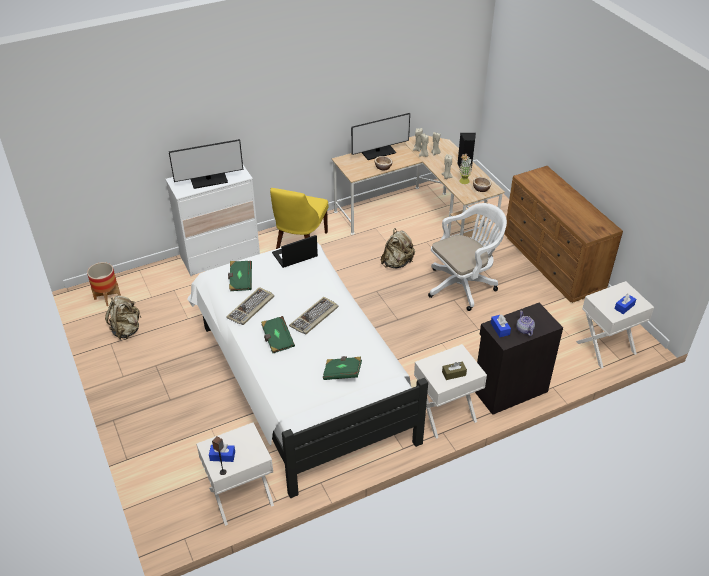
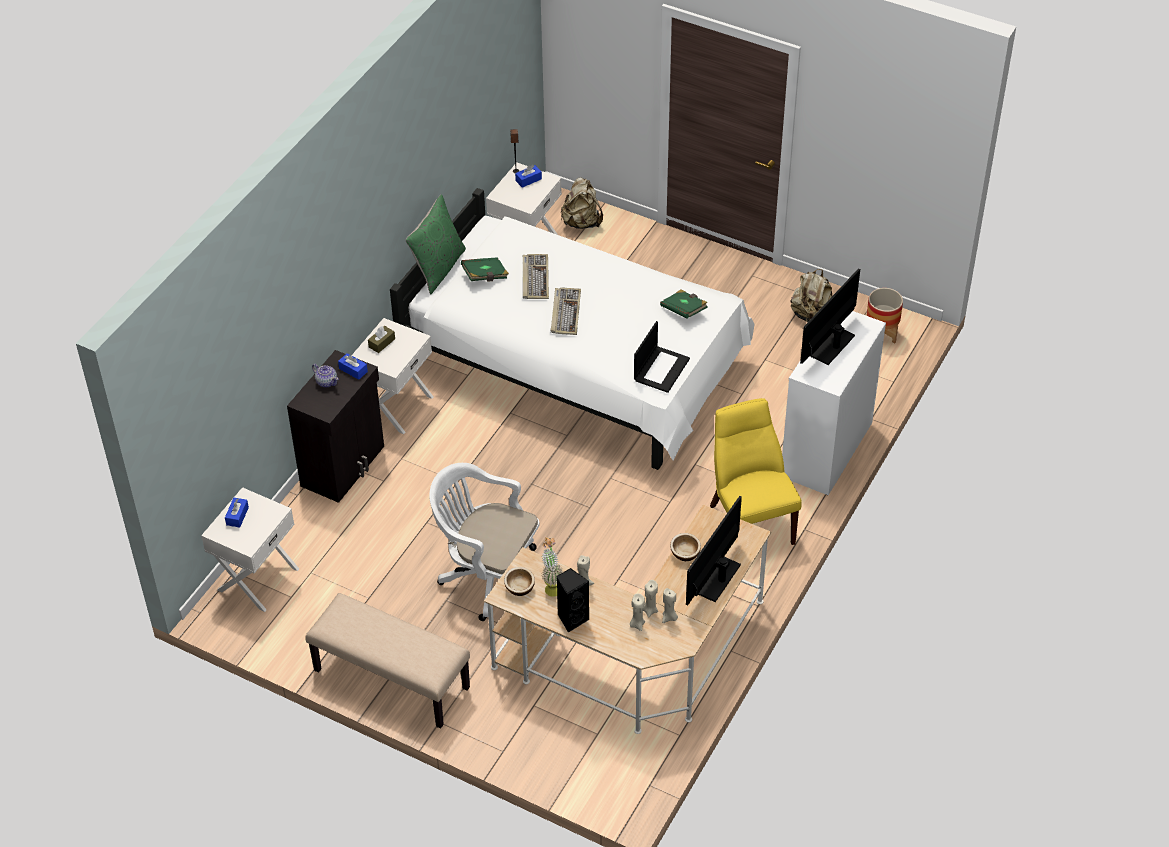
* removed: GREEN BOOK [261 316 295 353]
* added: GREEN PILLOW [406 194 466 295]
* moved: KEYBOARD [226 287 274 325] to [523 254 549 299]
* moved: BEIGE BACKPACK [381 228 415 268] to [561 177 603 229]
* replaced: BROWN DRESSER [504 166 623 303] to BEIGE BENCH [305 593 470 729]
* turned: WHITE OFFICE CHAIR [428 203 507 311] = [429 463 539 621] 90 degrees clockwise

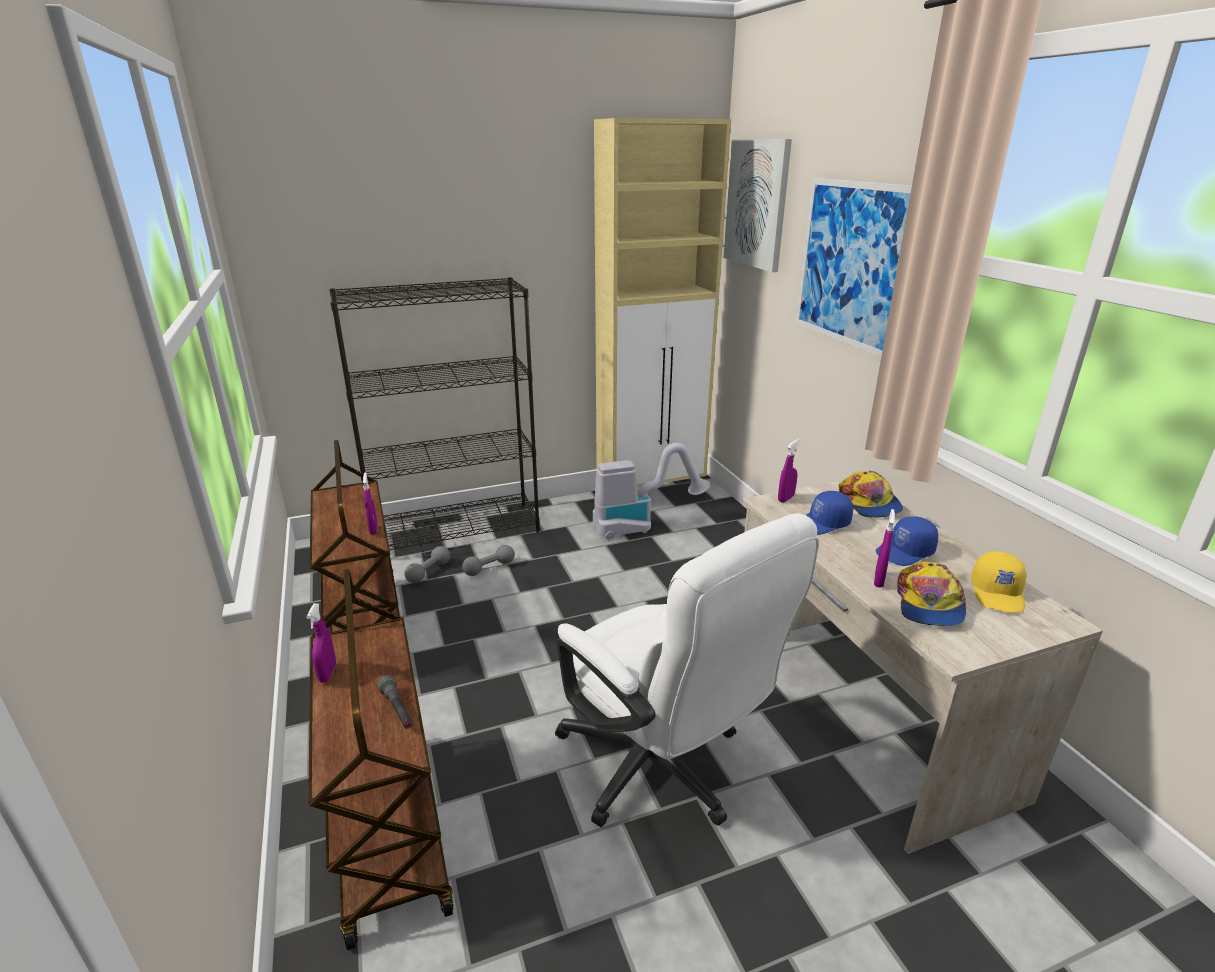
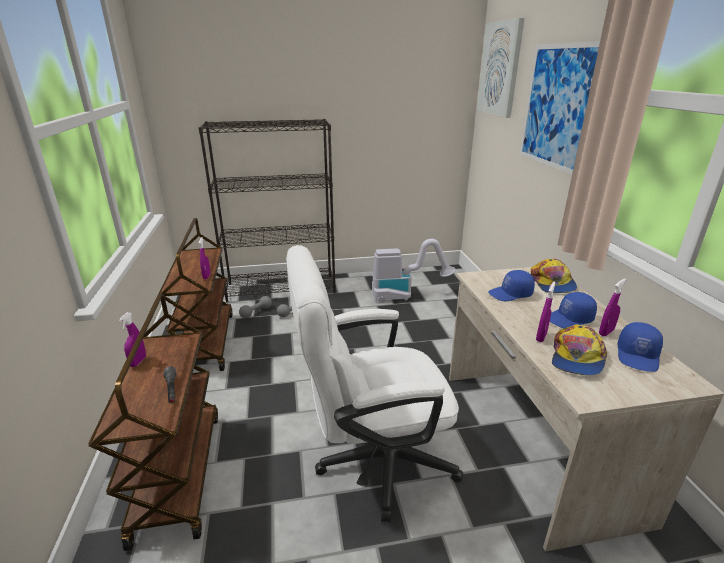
* removed: BEIGE CABINET [594 118 731 496]
* moved: PURPLE SPRAY BOTTLE [778 439 799 503] to [599 278 627 336]
* recoloured: YELLOW CAP [971 551 1026 613] to BLUE CAP [617 322 663 372]
* turned: WHITE OFFICE CHAIR [555 513 819 827] = [286 245 464 522] 105 degrees clockwise

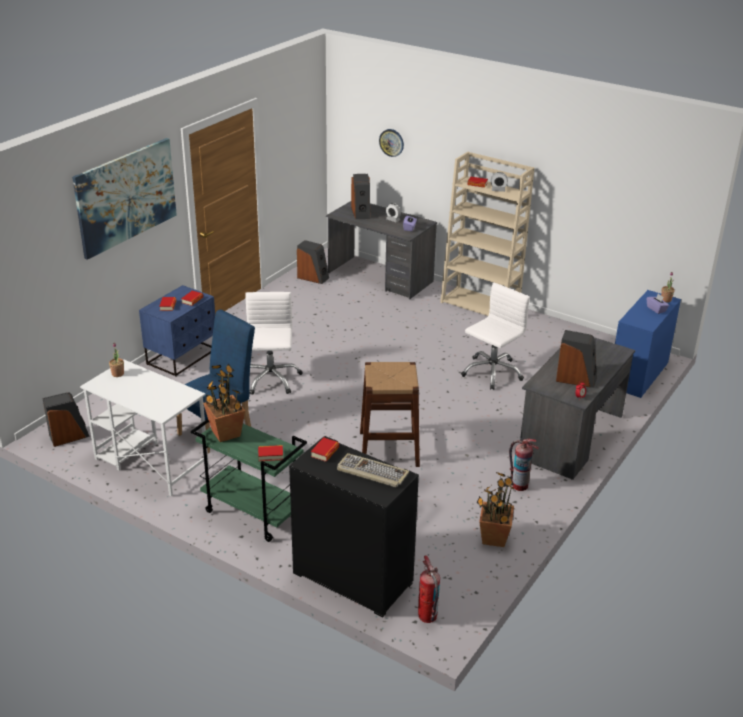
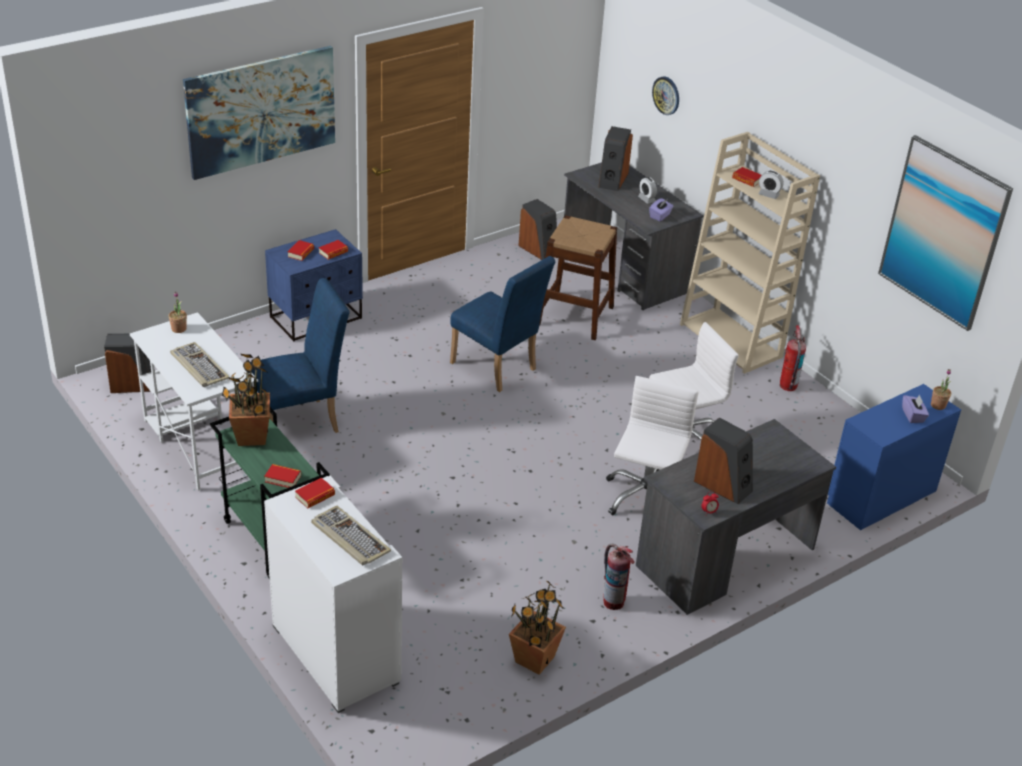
* added: KEYBOARD [170 342 230 387]
* added: BLUE CHAIR [450 256 555 392]
* added: PICTURE [878 135 1013 331]
* moved: WHITE OFFICE CHAIR [245 292 303 395] to [606 376 699 516]
* moved: BROWN STOOL [360 362 420 467] to [539 215 617 340]
* moved: FIRE EXTINGUISHER [418 555 440 623] to [780 325 806 391]
* recoloured: BLACK CABINET [289 436 419 618] to WHITE CABINET [264 476 402 713]

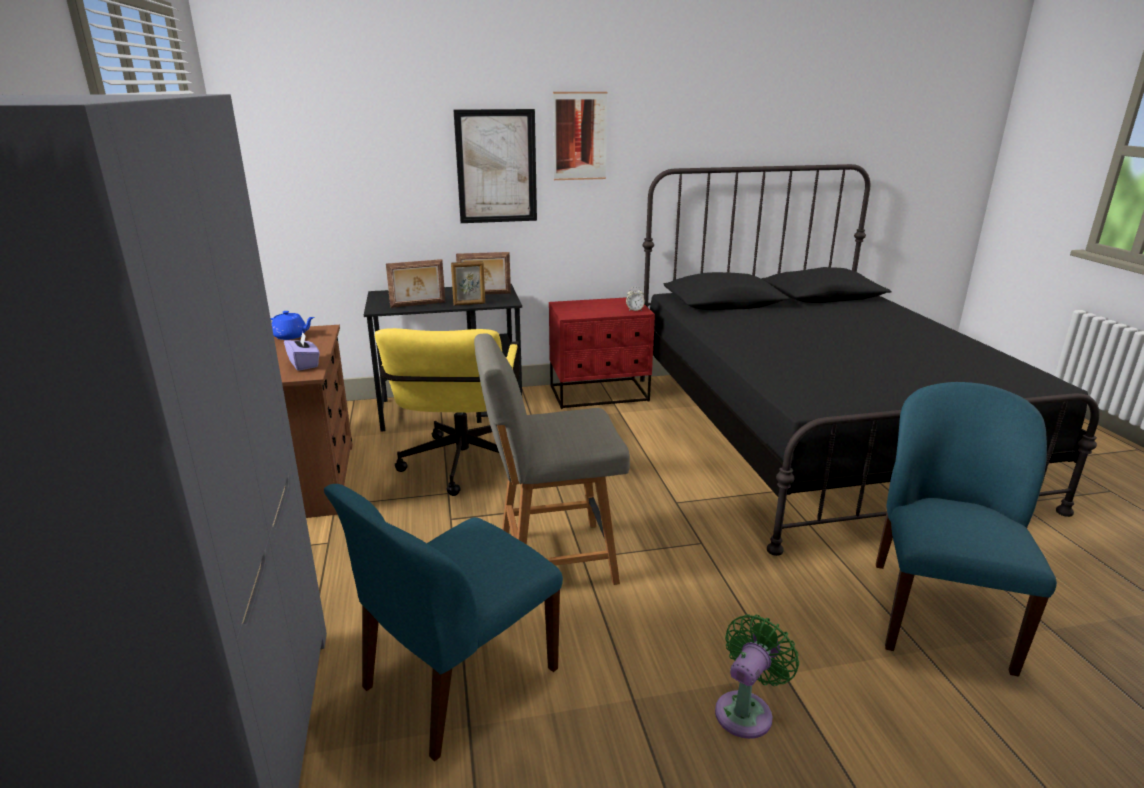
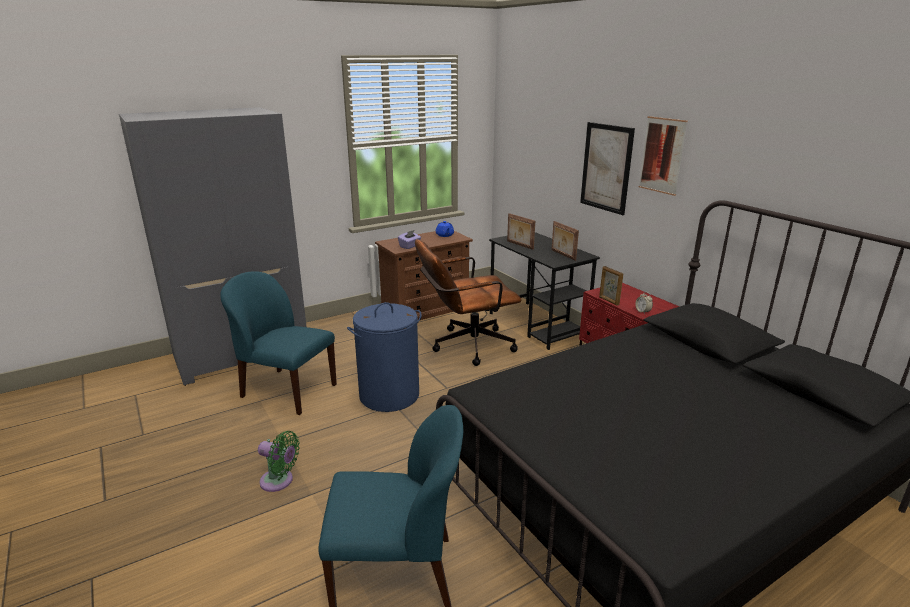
* moved: PICTURE FRAME [451 261 485 305] to [599 266 623 305]
* replaced: GREY CHAIR [474 333 630 585] to BLUE LAUNDRY BASKET [347 302 422 412]
* recoloured: YELLOW OFFICE CHAIR [375 328 520 496] to BROWN OFFICE CHAIR [415 239 521 366]

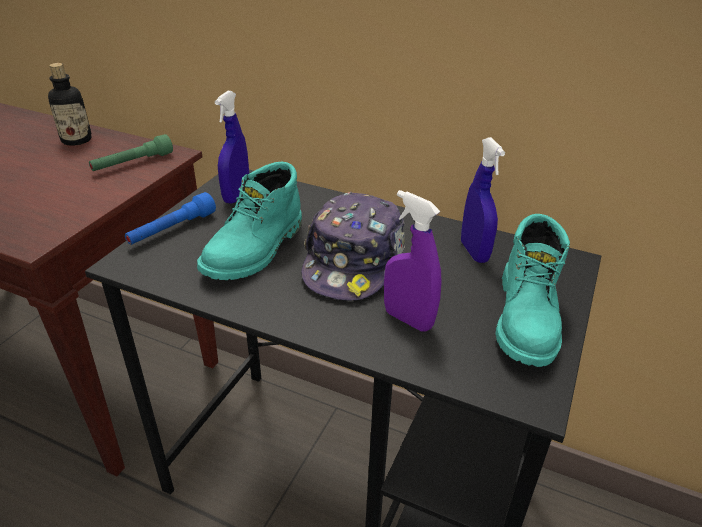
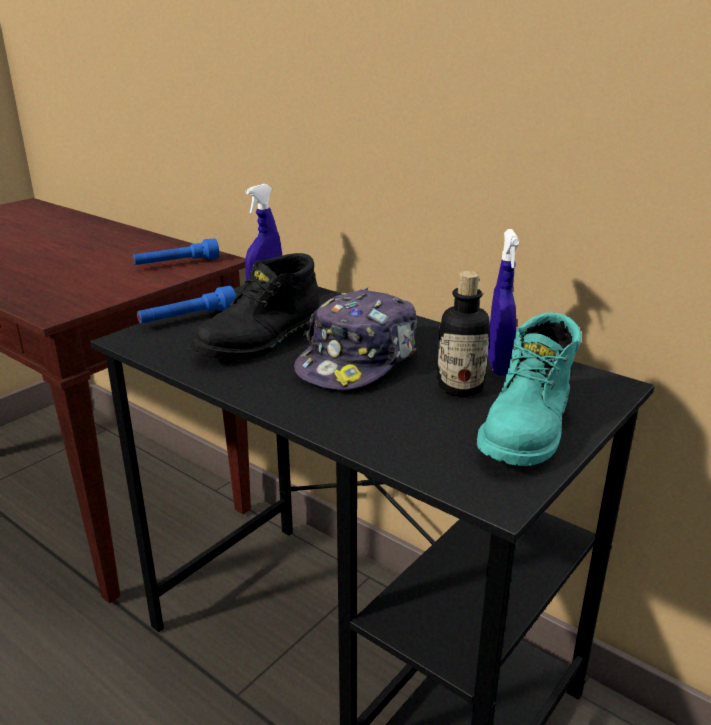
* removed: PURPLE SPRAY BOTTLE [384 190 442 332]
* moved: BOTTLE [48 63 92 146] to [437 271 490 397]
* recoloured: GREEN FLASHLIGHT [89 134 173 171] to BLUE FLASHLIGHT [133 238 219 265]
* recoloured: TURQUOISE BOOT [197 162 302 280] to BLACK BOOT [191 253 320 360]

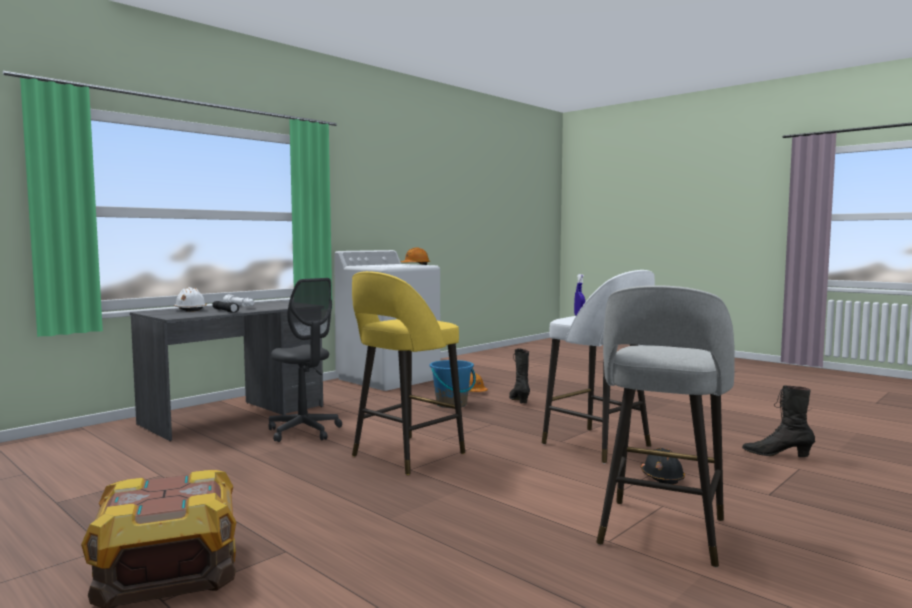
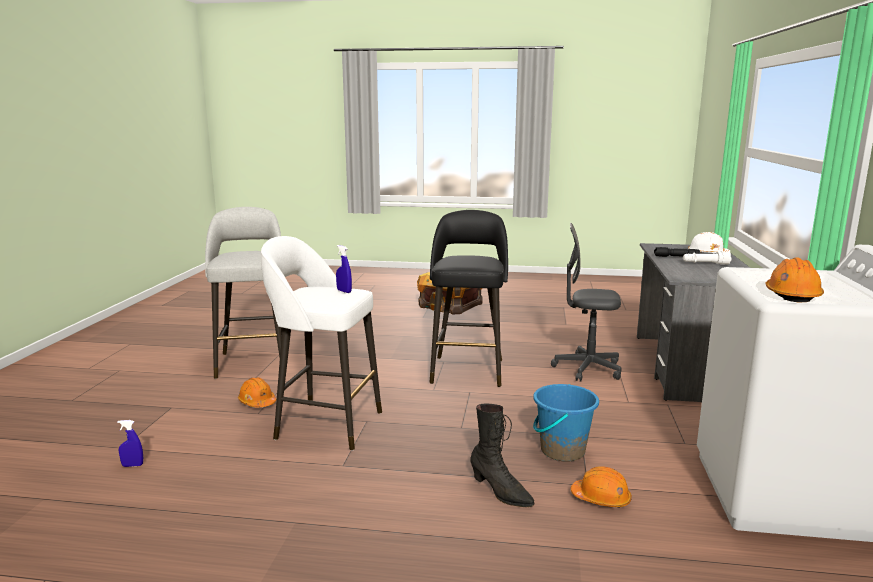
* replaced: BLACK BOOT [742 386 815 457] to BLUE SPRAY BOTTLE [117 420 143 467]
* recoloured: YELLOW STOOL [352 271 465 475] to BLACK STOOL [430 210 508 387]
* recoloured: BLACK HARD HAT [640 448 685 484] to ORANGE HARD HAT [238 377 276 408]

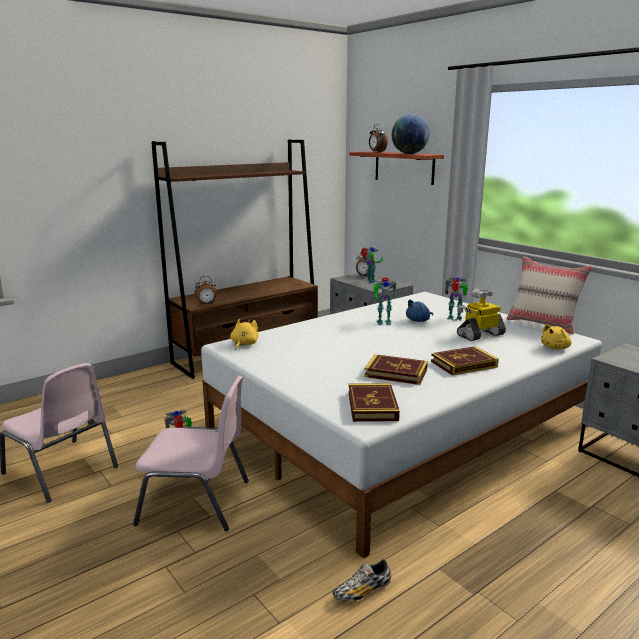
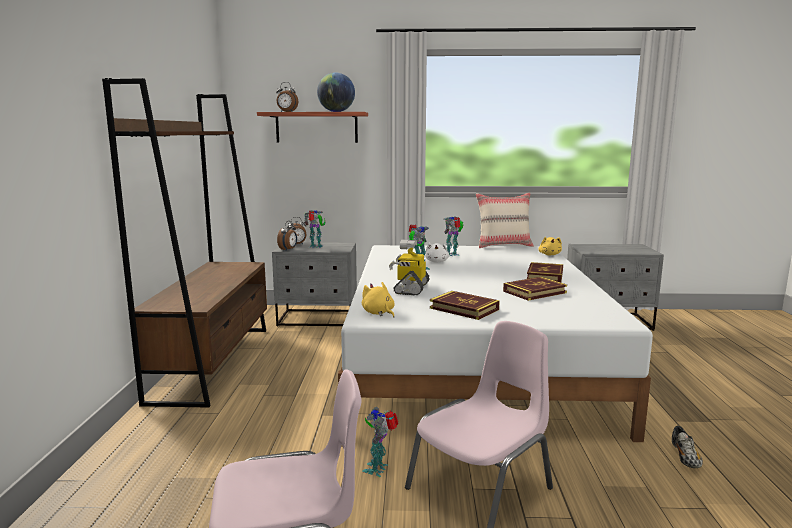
* moved: ALARM CLOCK [194 276 217 305] to [277 221 297 251]
* moved: BOOK [348 383 400 422] to [430 291 500 320]
* moved: TOY ROBOT [457 288 506 341] to [389 239 430 295]
* recoloured: BLUE PLUSH TOY [406 299 433 322] to WHITE PLUSH TOY [425 243 449 263]

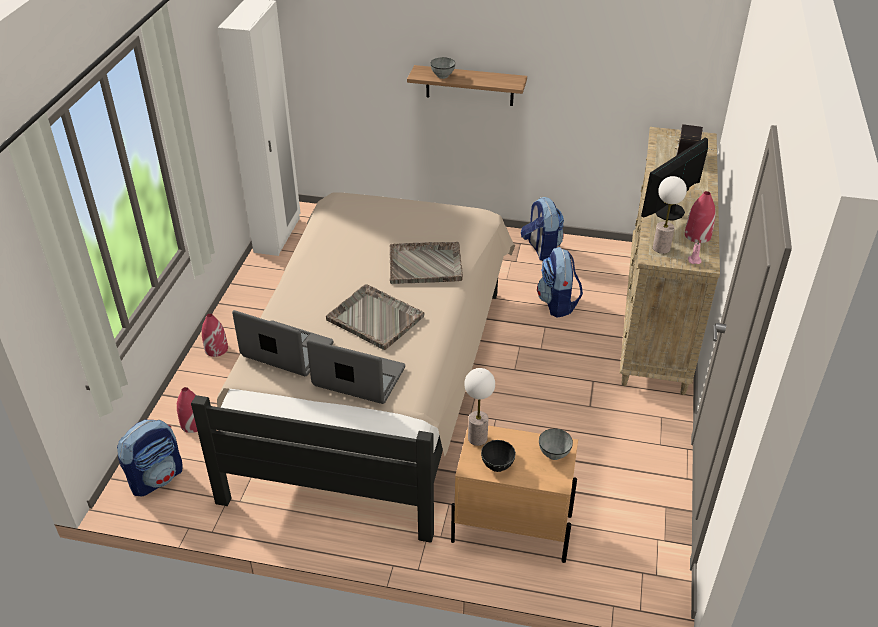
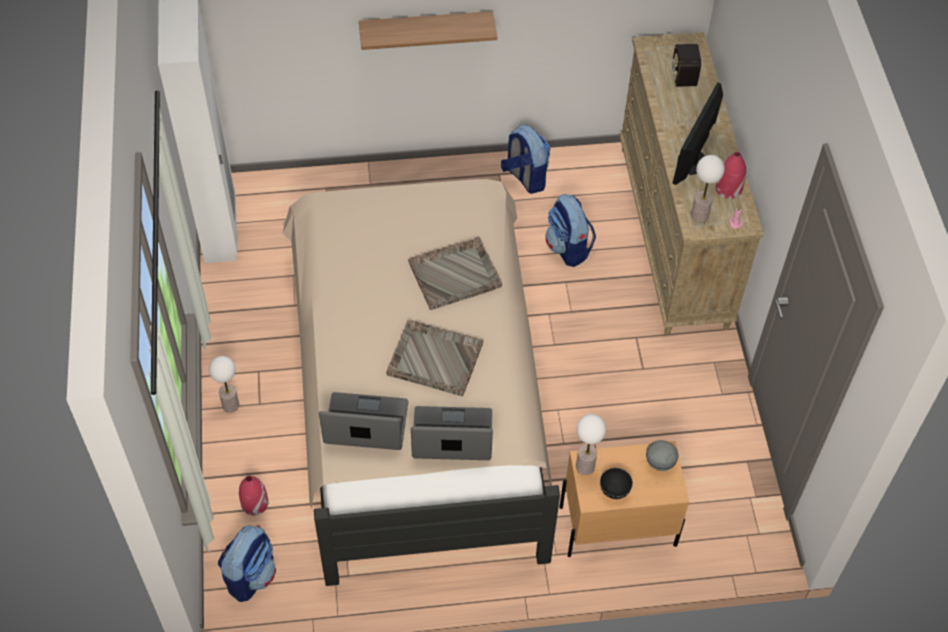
* removed: GREY BOWL [430 57 455 79]
* replaced: RED VASE [202 314 228 357] to TABLE LAMP [209 356 239 413]

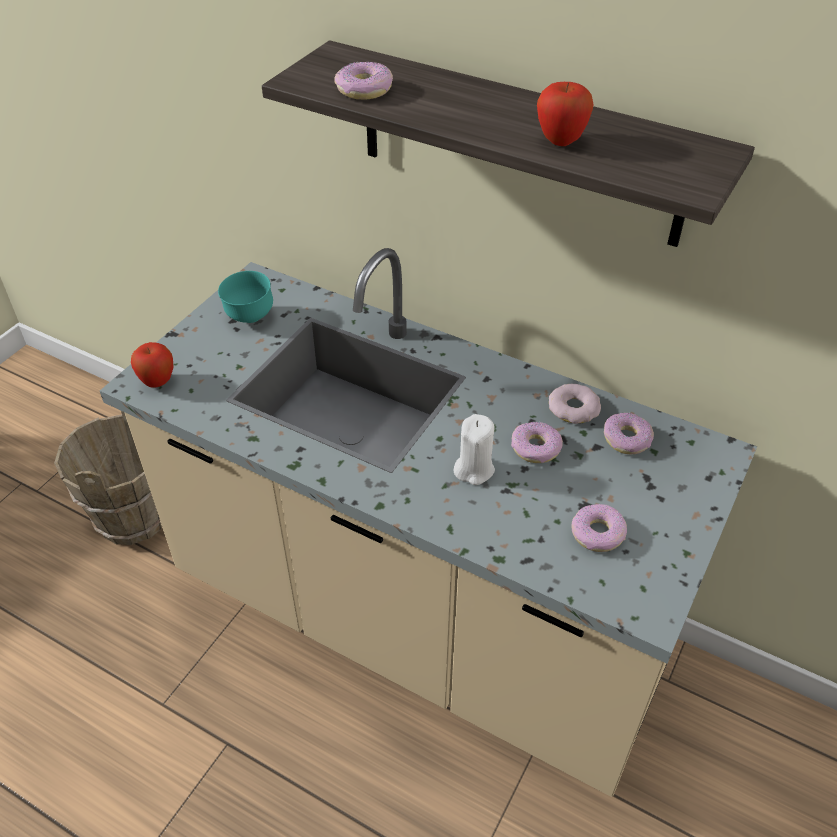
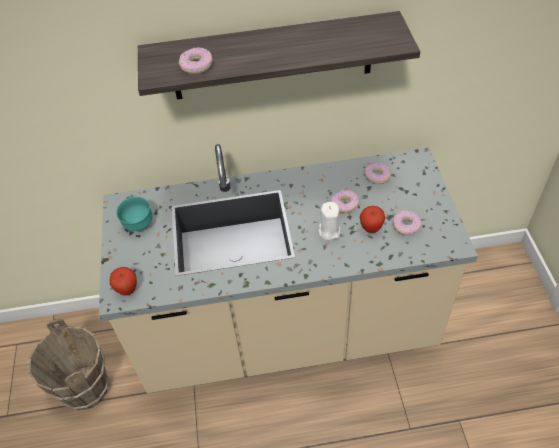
* removed: DONUT [549 384 601 424]
* moved: APPLE [537 82 594 146] to [360 206 385 233]

